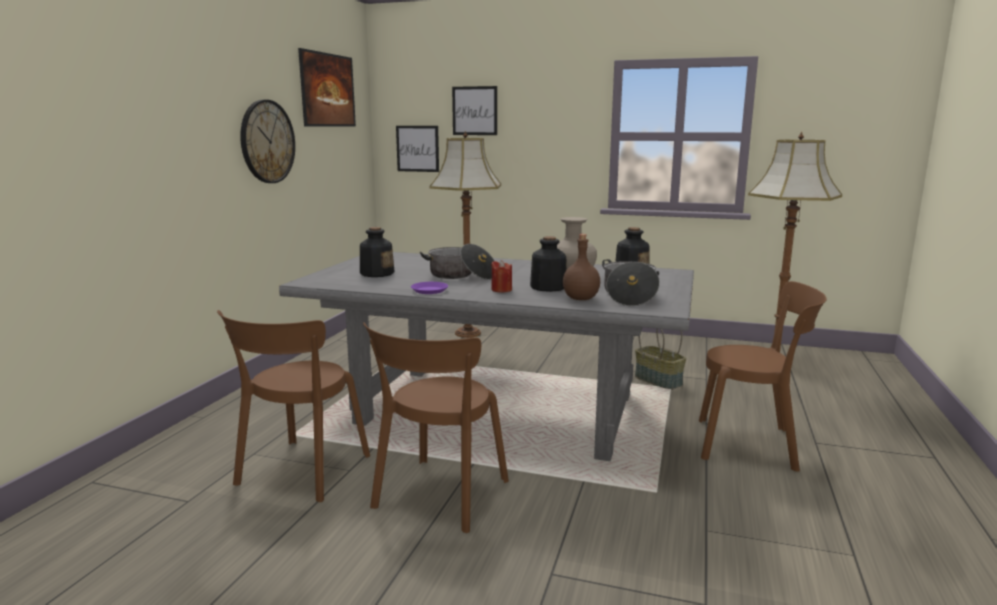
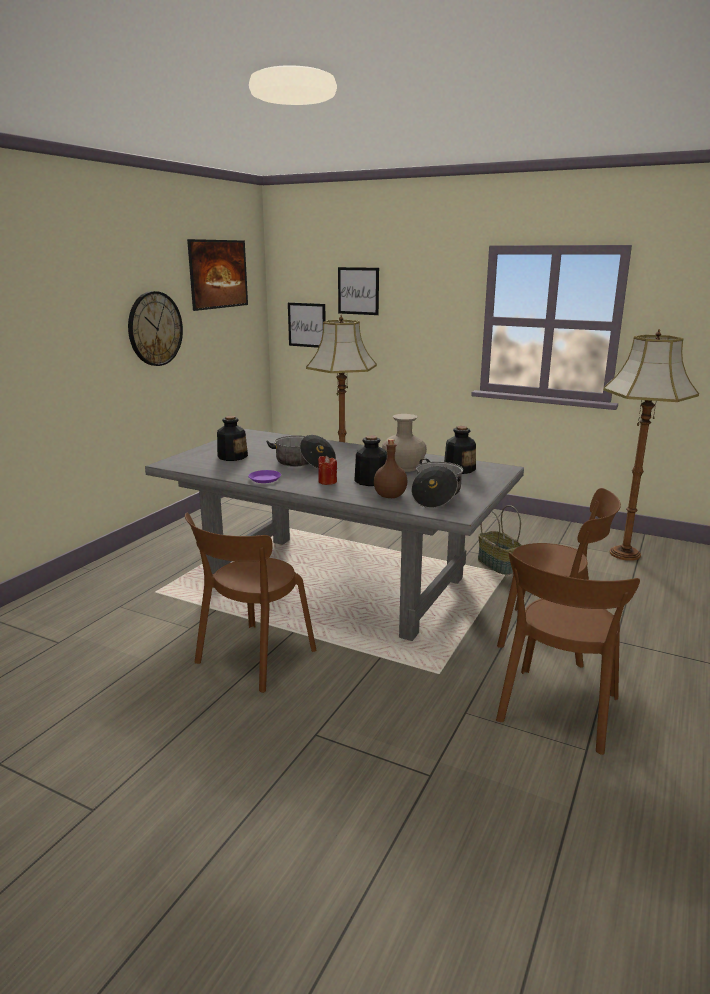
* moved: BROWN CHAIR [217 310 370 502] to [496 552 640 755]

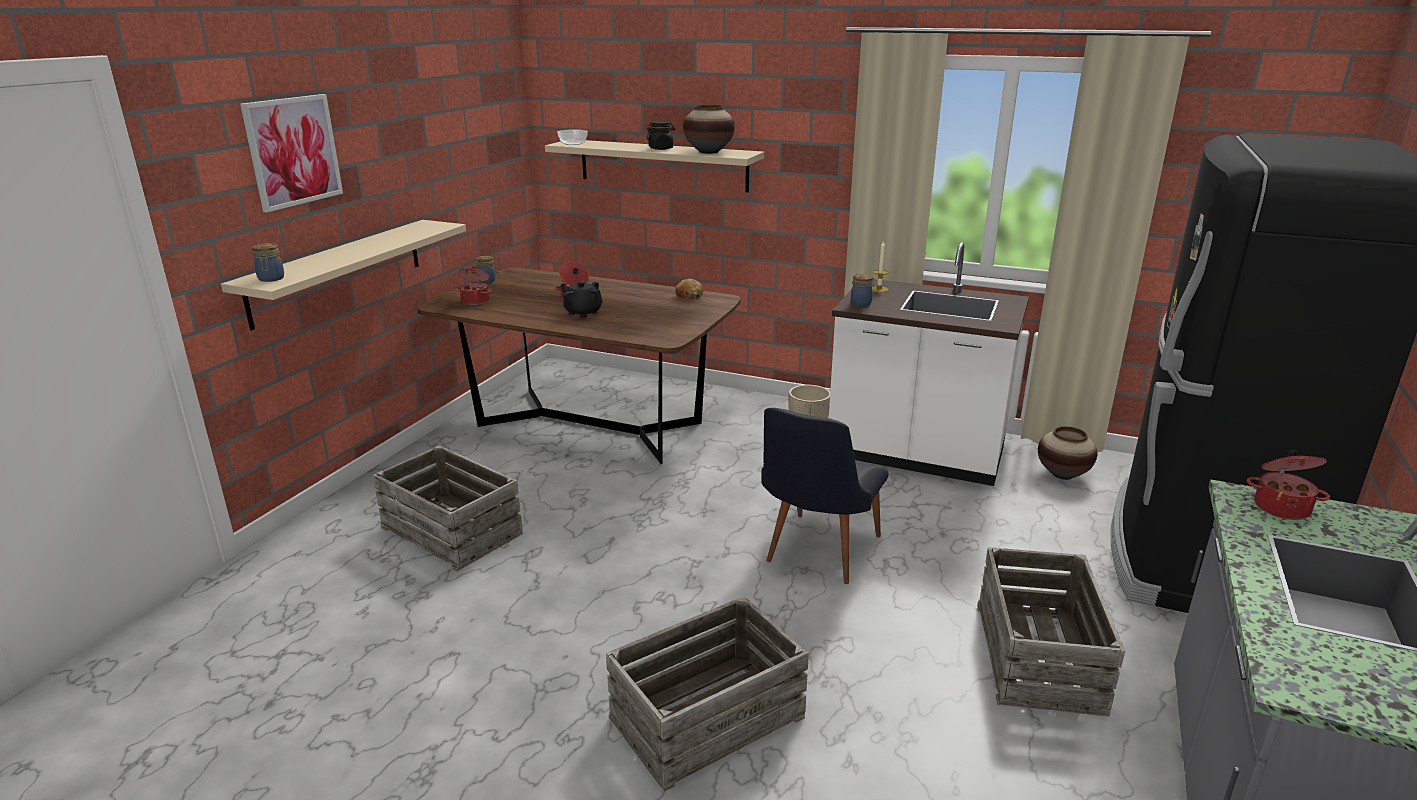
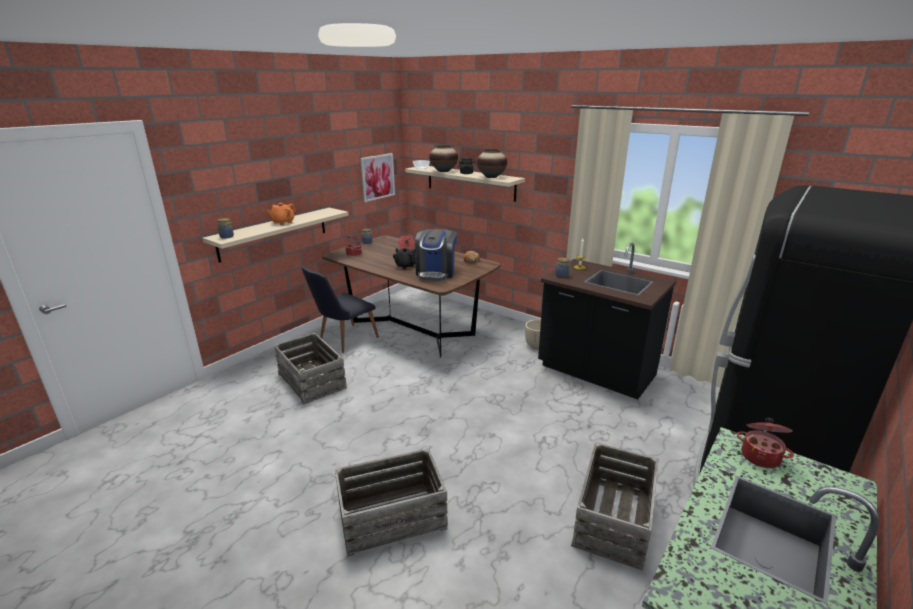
* added: ORANGE TEAPOT [266 203 296 225]
* added: COFFEE MACHINE [415 229 457 281]
* moved: PICTURE [240 94 343 213] to [360 153 395 202]
* moved: BLACK CHAIR [761 408 889 584] to [301 267 379 353]
* moved: VASE [1038 426 1097 480] to [429 145 458 172]
* recoloured: WHITE COUNTER [829 242 1029 486] to BLACK COUNTER [538 243 676 399]

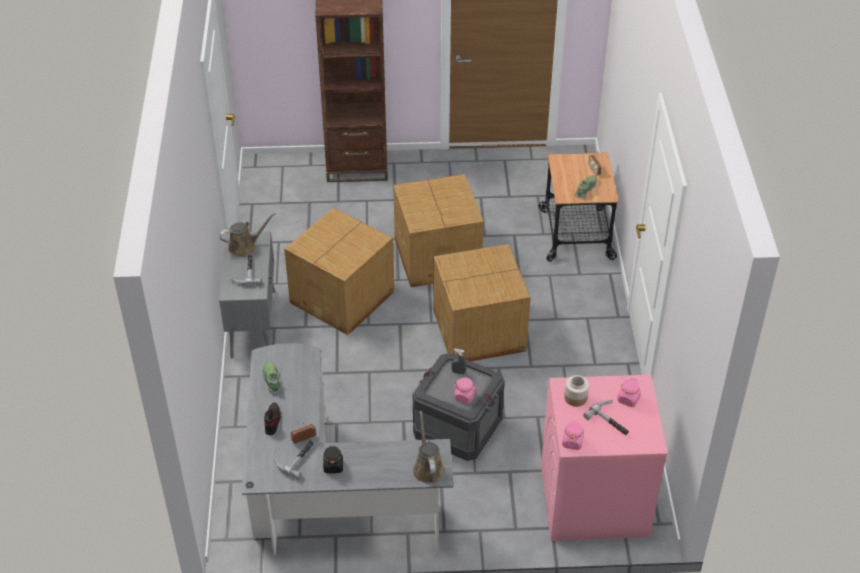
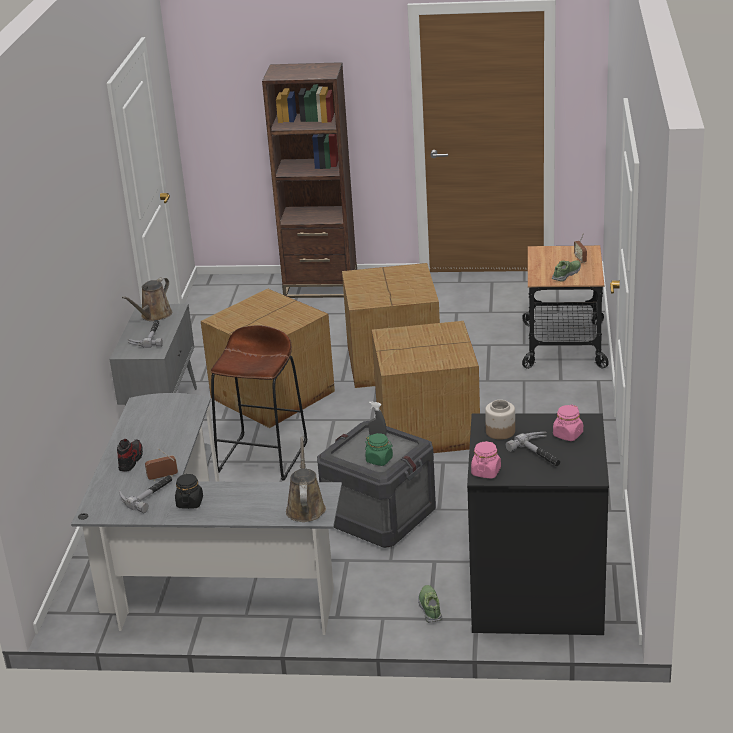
* added: BROWN STOOL [211 325 307 481]
* moved: SHOE [262 361 282 394] to [418 585 442 623]
* recoloured: PINK JAR [453 378 477 404] to GREEN JAR [365 433 393 466]
* recoloured: PINK WASHING MACHINE [541 375 668 541] to BLACK WASHING MACHINE [467 414 609 635]
* turned: BROWN WATERING CAN [219 213 276 257] = [122 277 172 321] 135 degrees clockwise

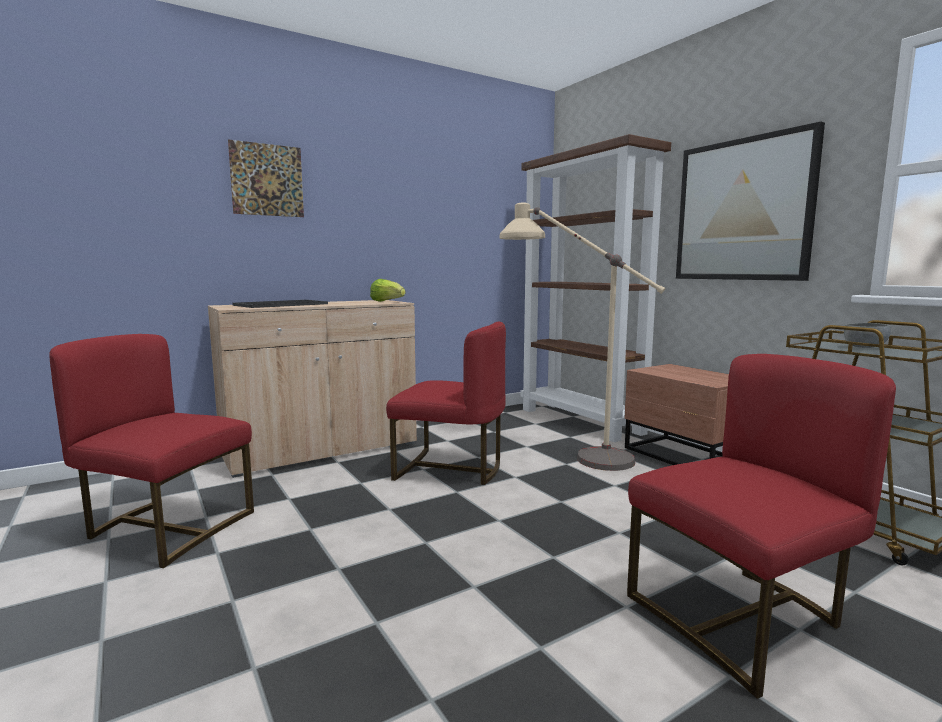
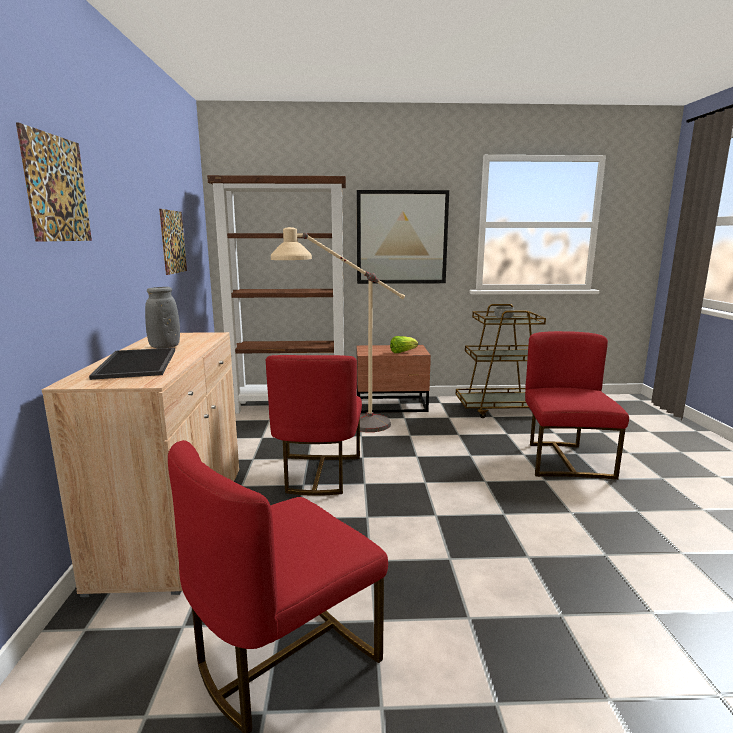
* added: GREY VASE [145 287 180 348]
* added: PICTURE [159 209 187 275]
* moved: LETTUCE [370 279 405 302] to [390 336 418 353]
* turned: RED CHAIR [386 322 506 485] = [266 355 362 496] 135 degrees clockwise

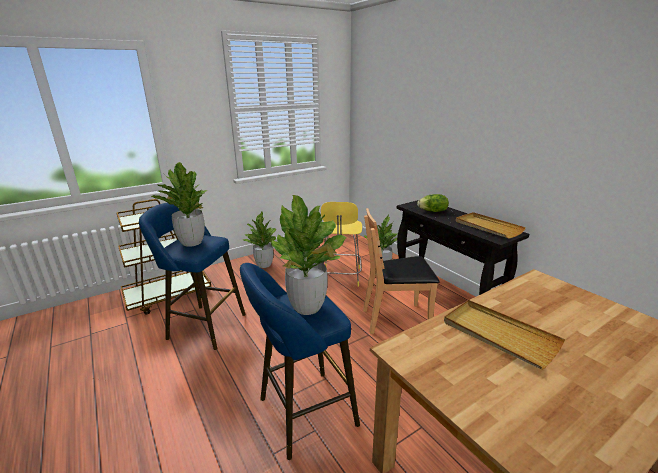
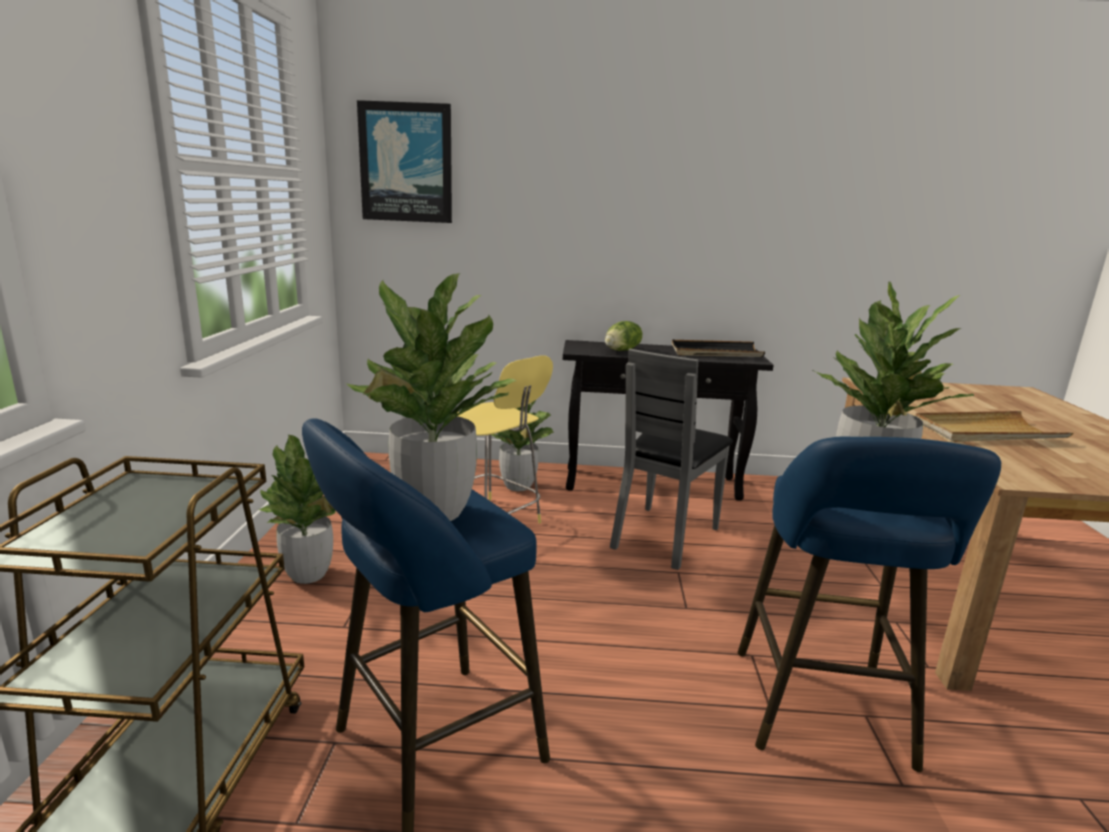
* added: PICTURE [357 100 452 223]
* recoloured: BROWN CHAIR [363 208 440 334] to GREY CHAIR [610 349 733 570]
* recoloured: BEIGE TRAY [456 212 526 239] to BLACK TRAY [672 340 765 357]

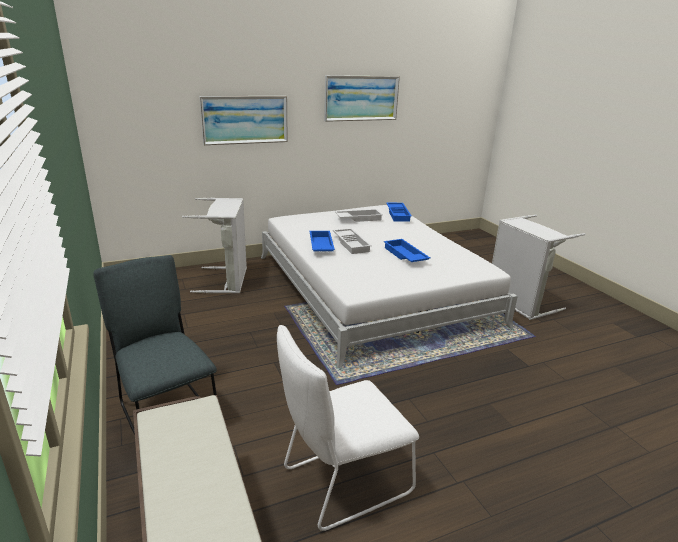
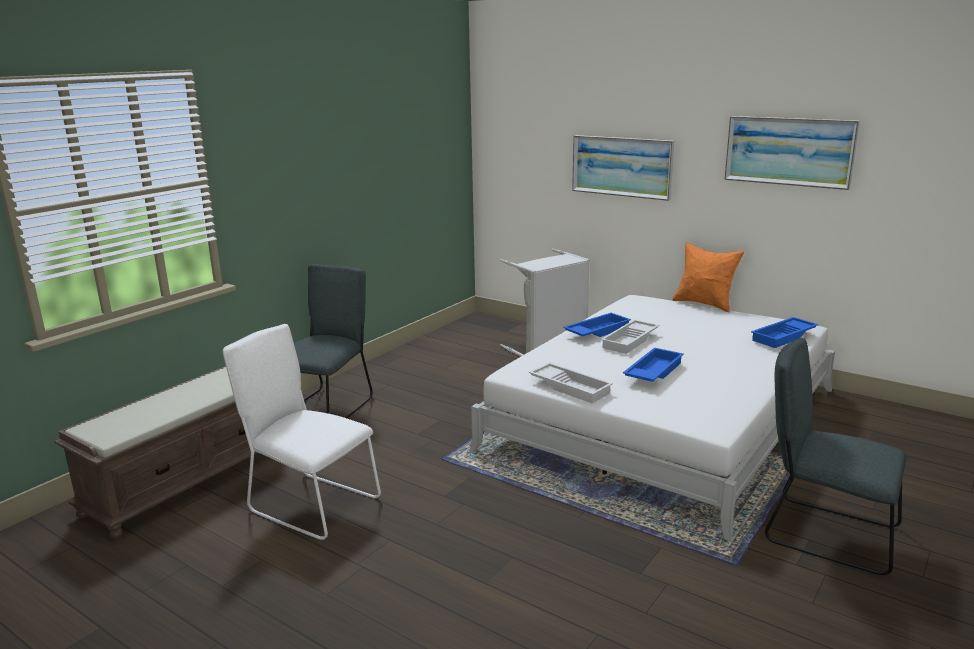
* added: ORANGE PILLOW [672 243 744 312]
* moved: WHITE TRAY [335 209 383 222] to [529 363 613 403]
* replaced: GREY LAUNDRY BASKET [492 215 586 320] to GREY CHAIR [765 338 907 575]

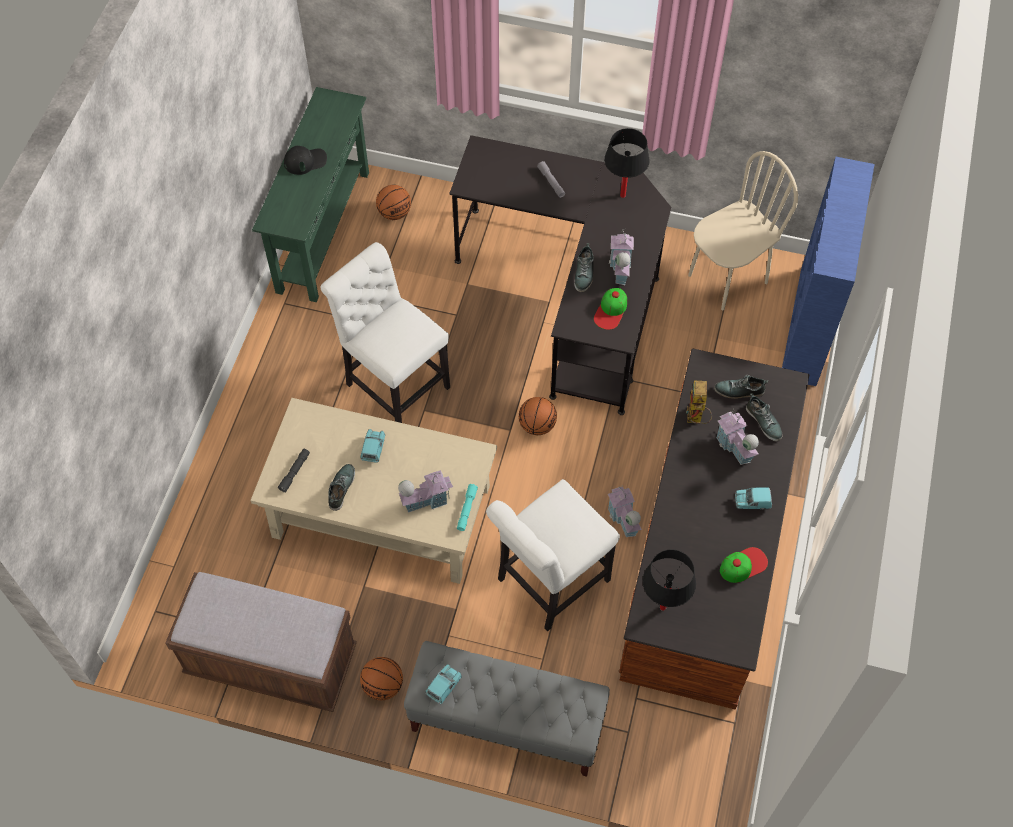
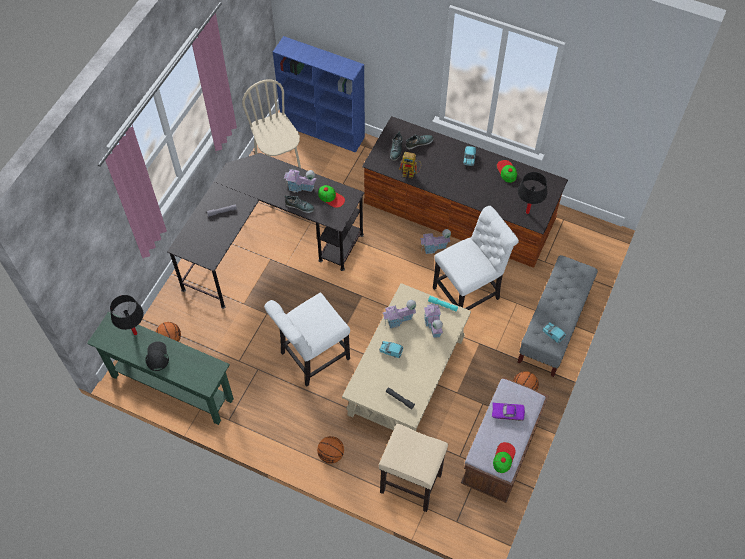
* removed: SHOE [328 464 355 511]
* added: BEIGE STOOL [379 424 448 512]
* added: PURPLE TOY CAR [492 403 525 421]
* added: CAP [493 442 516 473]
* moved: BASKETBALL [519 397 557 435] to [317 436 344 464]
* moved: BLACK TABLE LAMP [604 128 650 198] to [110 295 144 335]
* moved: TOY HOUSE [716 412 759 465] to [383 300 416 328]
* turned: WHITE CHAIR [486 479 620 631] = [433 206 519 310] 90 degrees counterclockwise

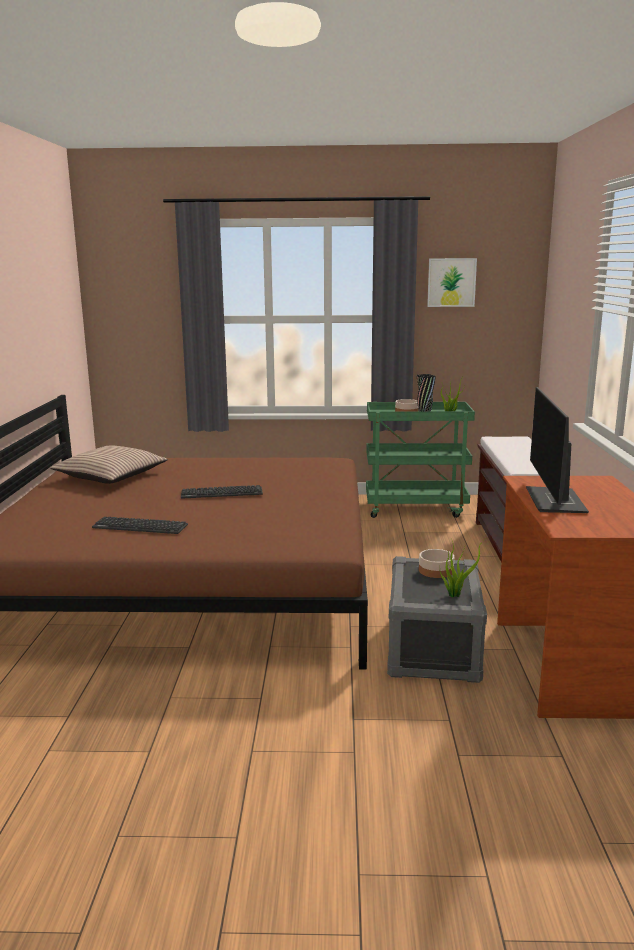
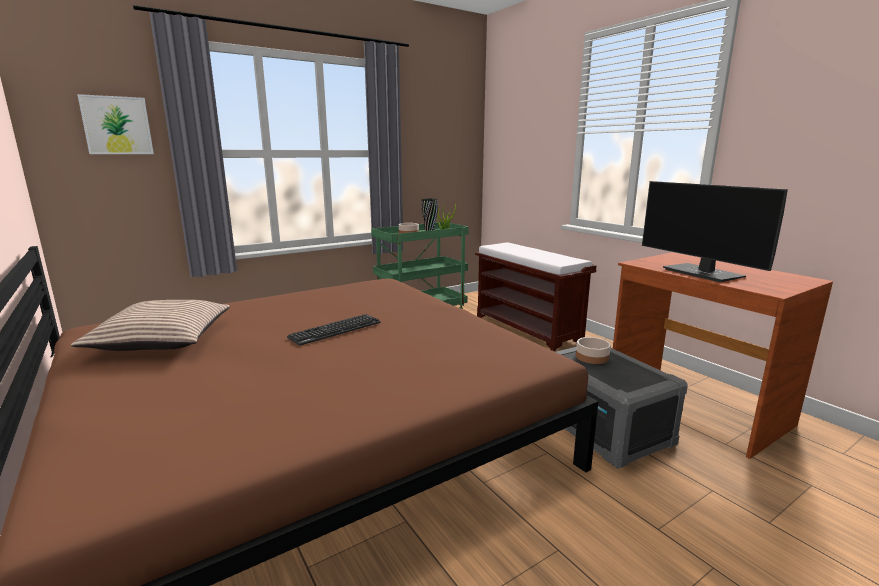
* removed: KEYBOARD [92 517 188 534]
* removed: POTTED PLANT [439 539 485 598]
* moved: PICTURE [427 258 477 307] to [77 94 154 154]

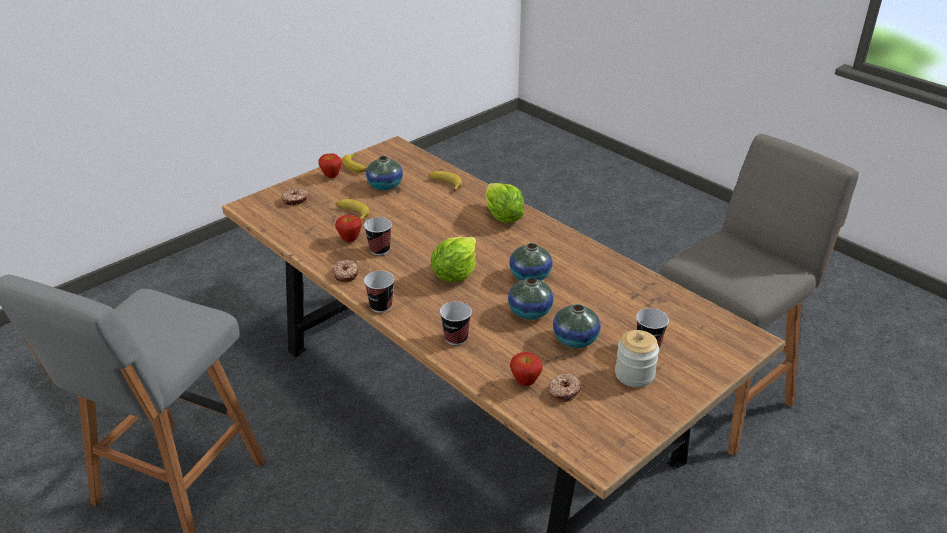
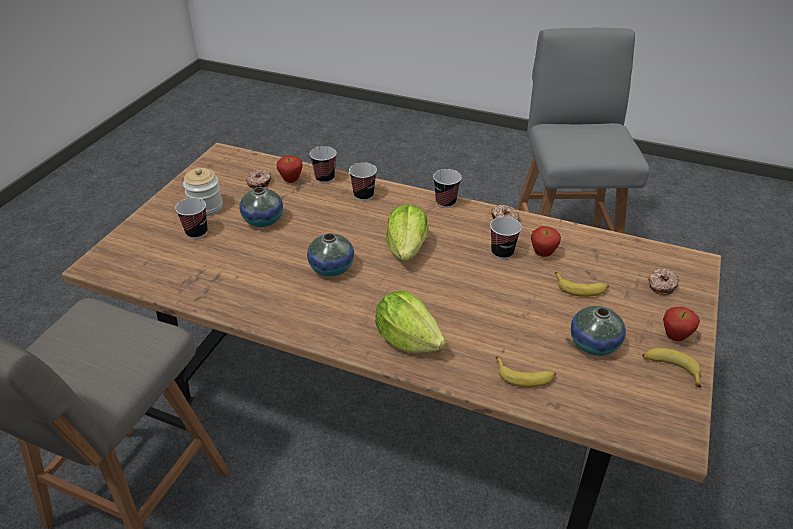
* removed: VASE [508 278 554 320]
* added: CUP [310 146 337 183]

